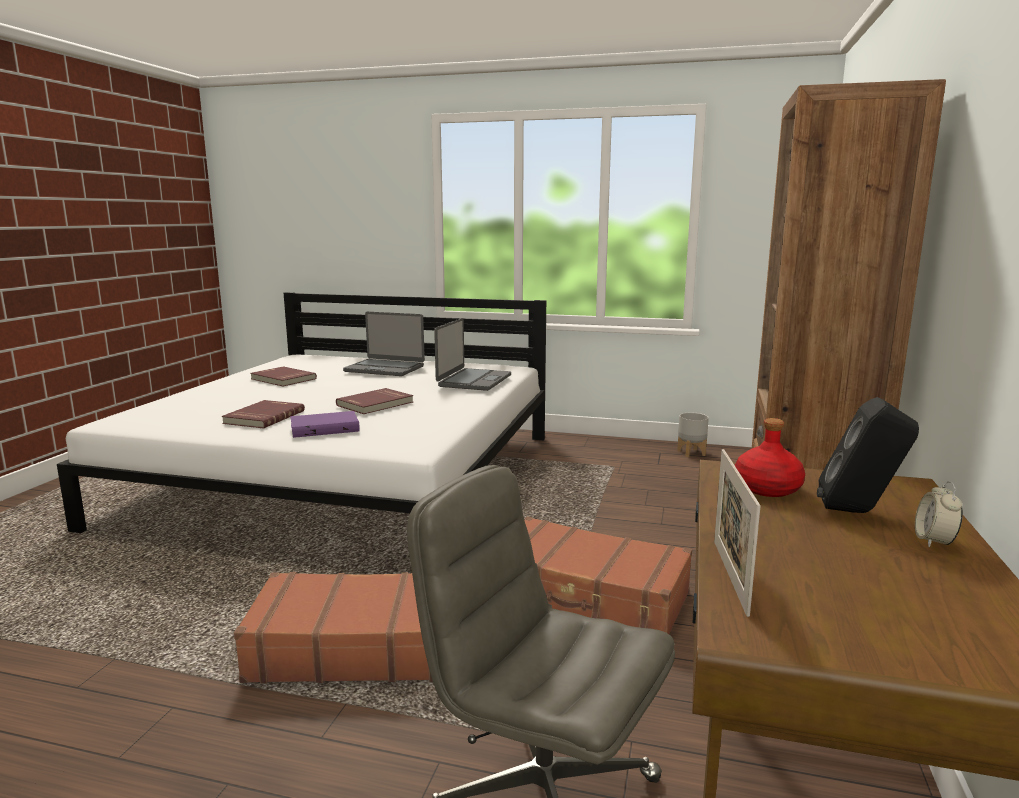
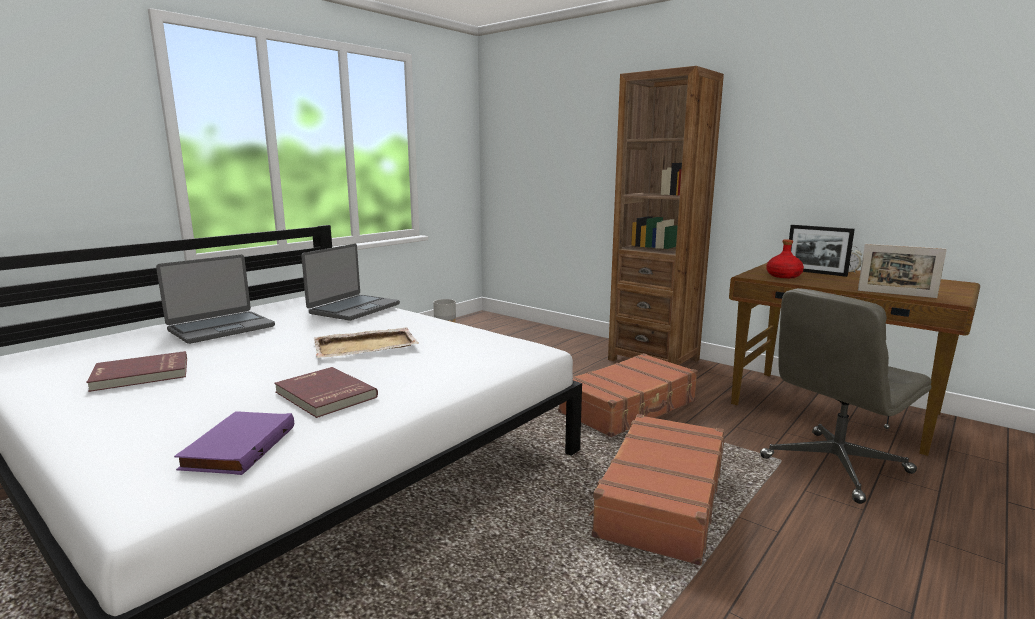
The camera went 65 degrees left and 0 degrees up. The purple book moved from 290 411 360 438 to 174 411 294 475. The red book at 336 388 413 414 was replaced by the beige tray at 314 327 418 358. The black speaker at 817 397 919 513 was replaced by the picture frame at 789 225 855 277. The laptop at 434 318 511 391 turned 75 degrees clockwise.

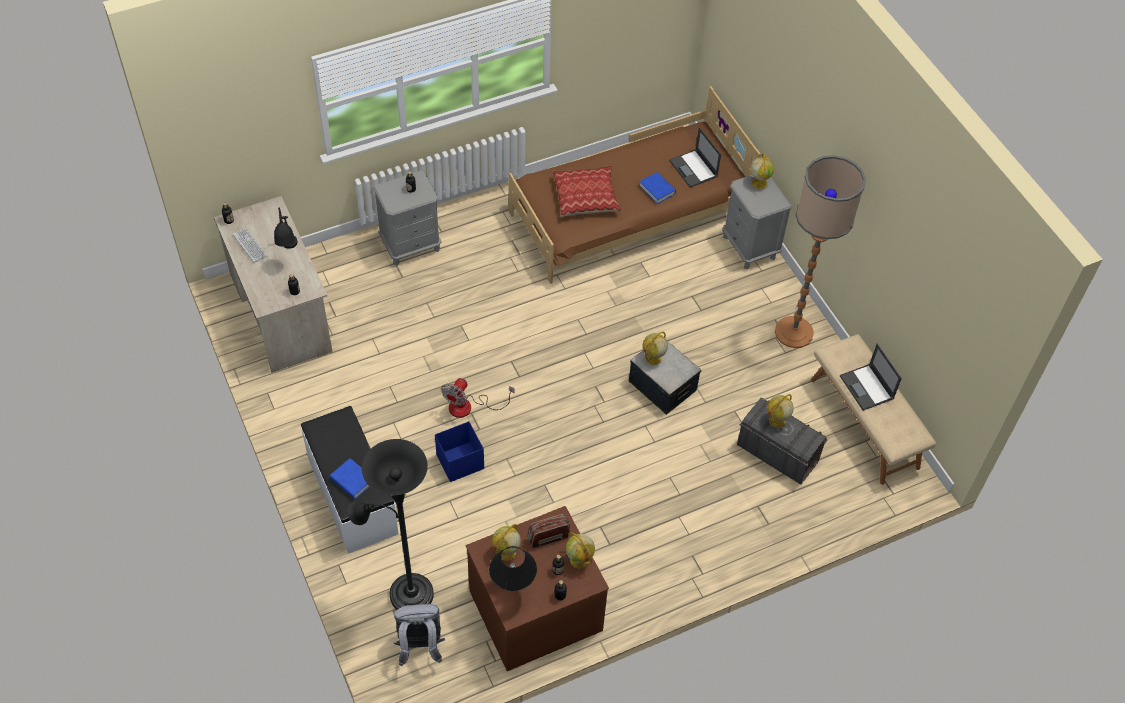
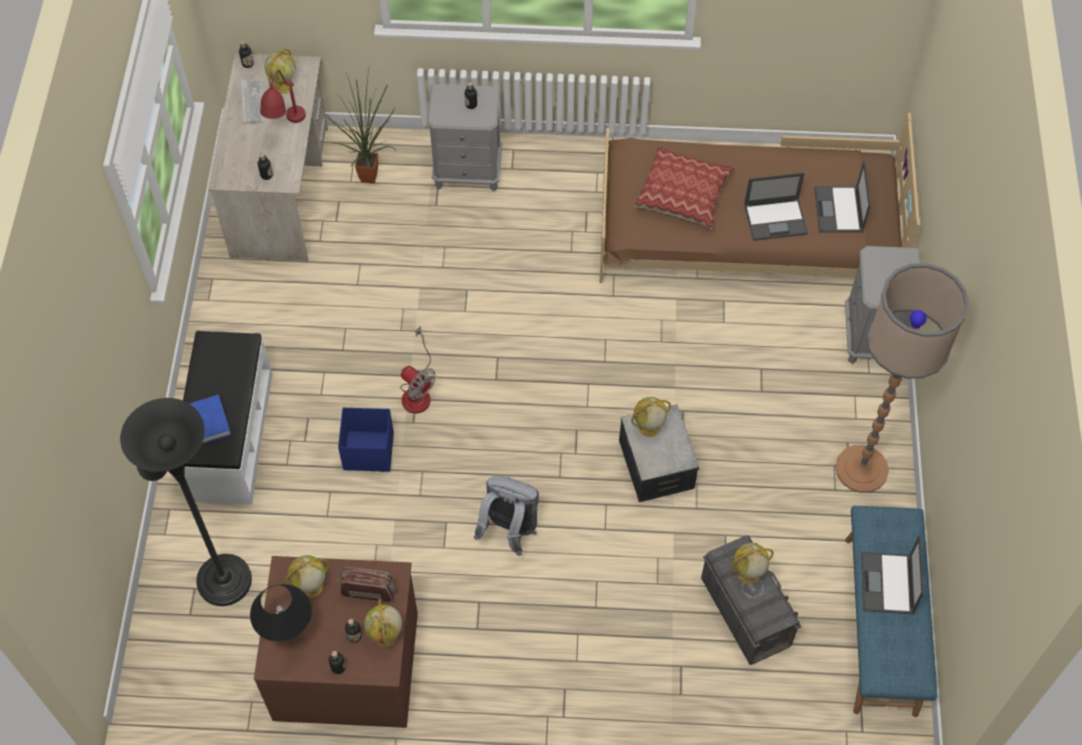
The camera went 30 degrees right and 5 degrees up. The potted plant at 326 70 396 184 appeared. The grey backpack moved from 394 604 445 666 to 474 476 539 556. The globe moved from 750 153 775 189 to 264 49 296 94. The blue book at 639 172 676 204 was replaced by the laptop at 744 172 808 241. The black table lamp at 274 207 297 249 became the red table lamp at 260 70 306 123. The beige bench at 811 334 936 485 became the blue bench at 845 506 938 717. The fan at 441 378 514 418 turned 105 degrees counterclockwise.

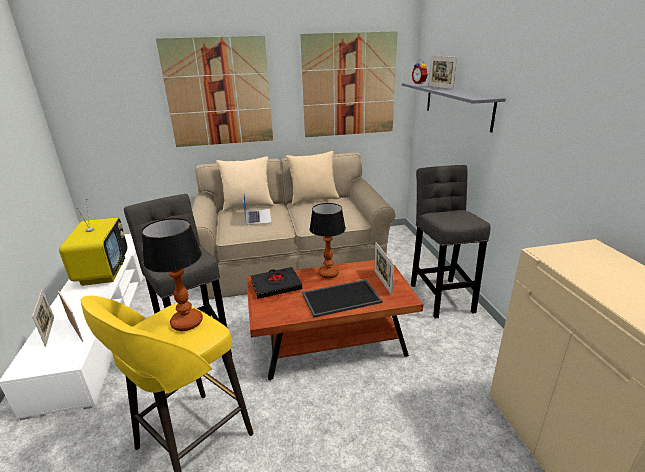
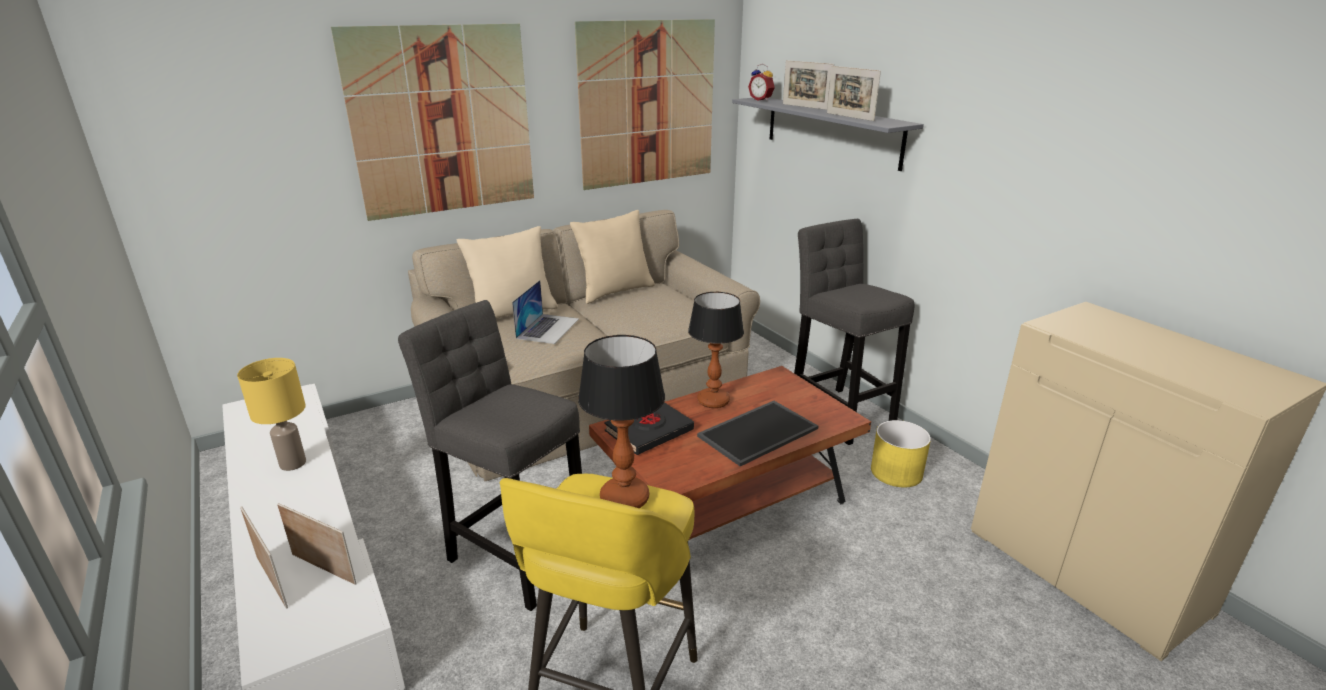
The camera went 20 degrees left and 0 degrees up. The yellow planter at 871 420 931 487 appeared. The picture frame moved from 374 242 394 295 to 827 66 881 121. The television at 59 199 127 286 was replaced by the yellow table lamp at 237 358 306 471. The laptop at 243 195 271 225 turned 45 degrees clockwise.

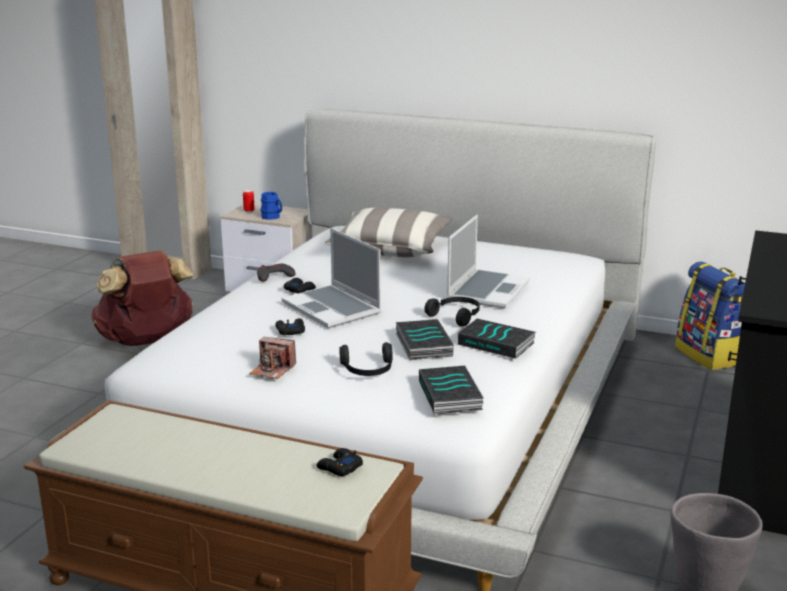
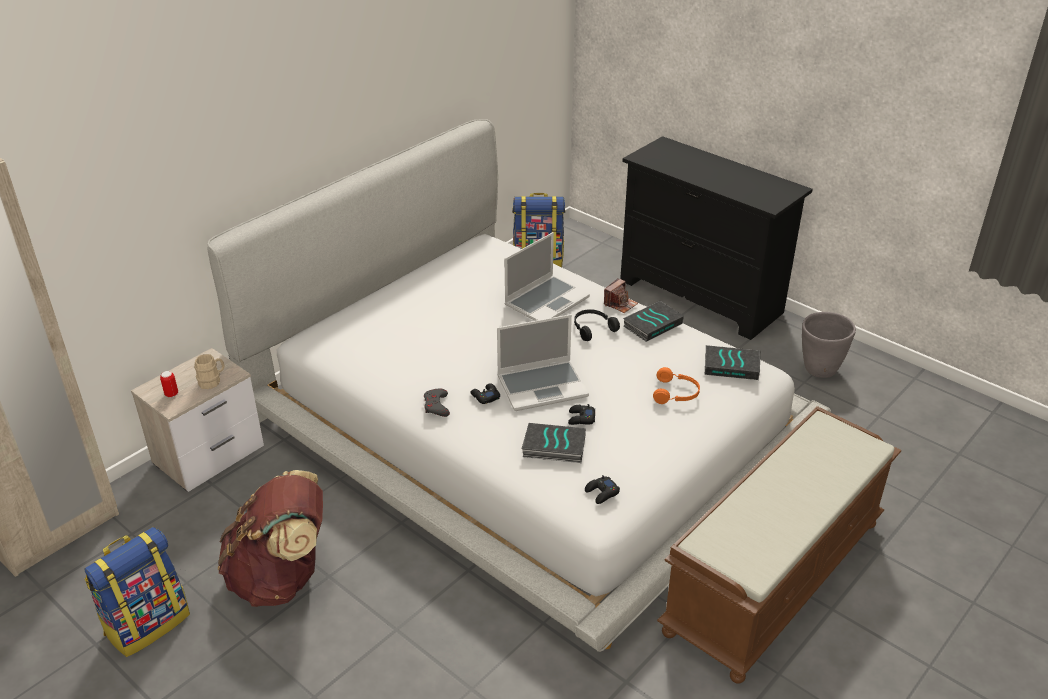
The camera went 70 degrees left and 15 degrees up. The pillow at 324 208 453 257 disappeared. The backpack at 84 527 190 657 appeared. The photo camera moved from 249 337 296 379 to 604 279 638 313. The black game controller moved from 316 448 363 476 to 585 475 620 504. The book moved from 396 319 454 360 to 521 423 586 463. The blue mug at 260 192 282 220 became the beige mug at 194 354 224 389. The black headphones at 340 342 393 376 became the orange headphones at 653 367 700 404. The laptop at 447 215 530 309 turned 90 degrees clockwise.

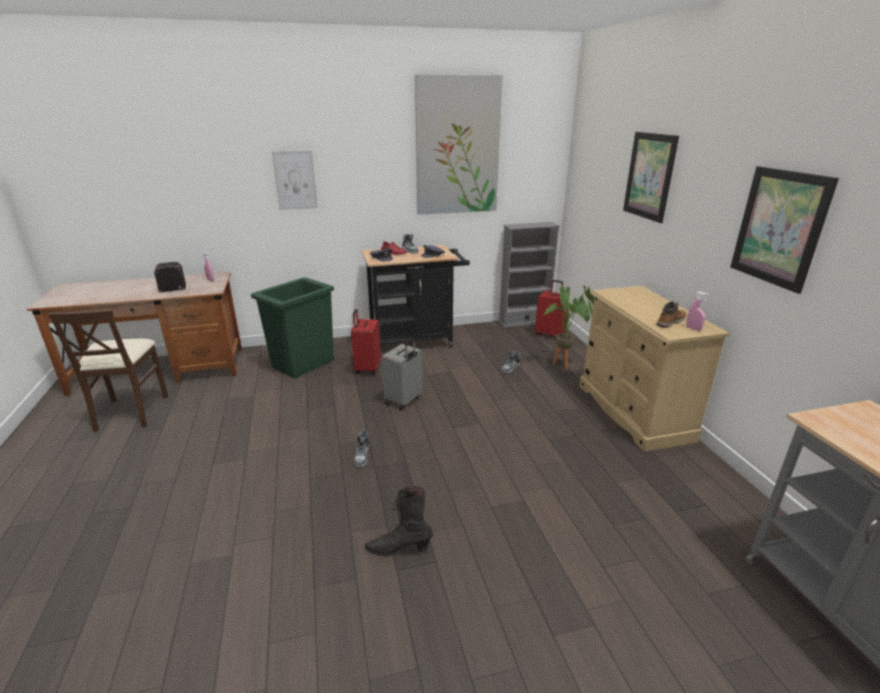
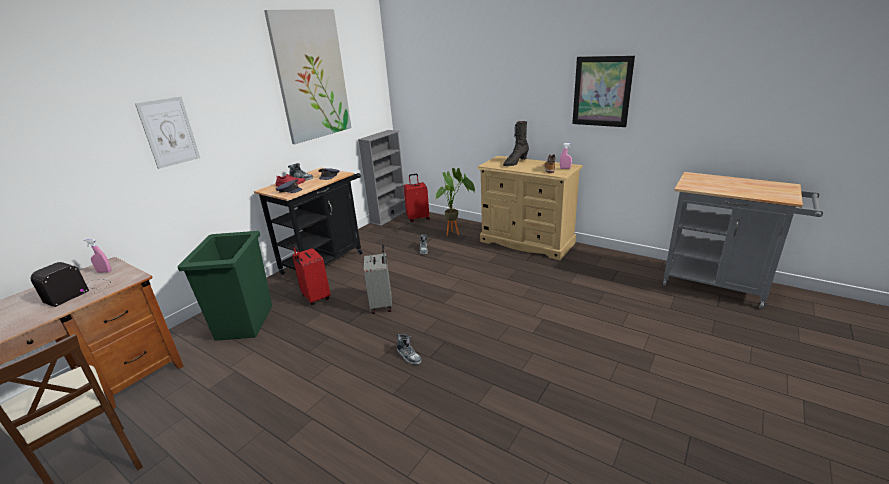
The camera went 40 degrees left and 0 degrees up. The picture at 623 132 679 223 disappeared. The black boot moved from 365 486 433 557 to 503 121 529 166.

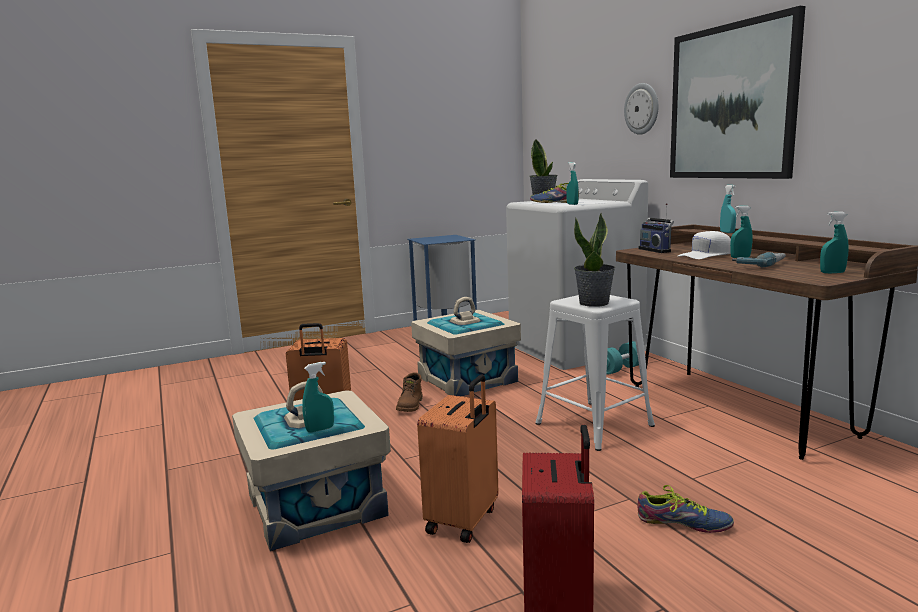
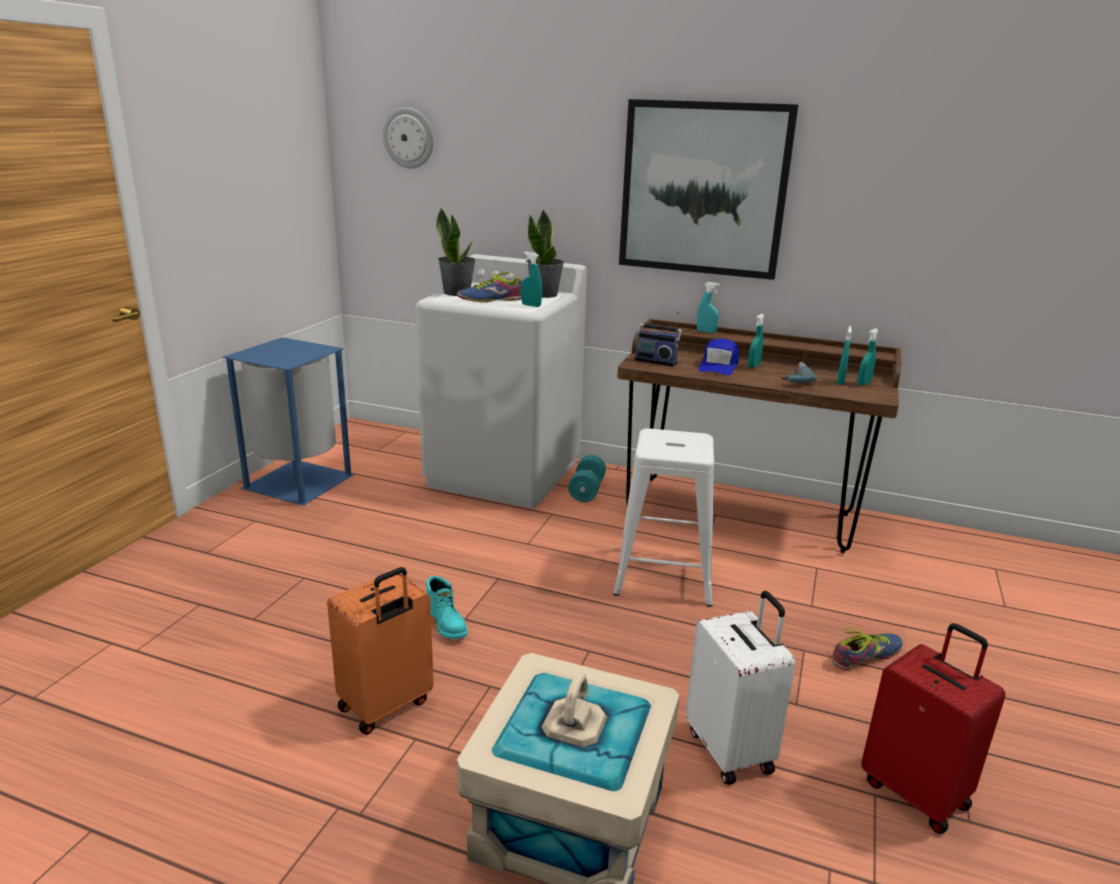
The camera went 45 degrees left and 10 degrees up. The beige storage box at 411 297 521 396 disappeared. The turquoise spray bottle moved from 302 362 334 433 to 837 326 852 385. The potted plant moved from 574 213 615 307 to 527 209 564 298. The wall clock moved from 624 83 659 135 to 383 107 434 169. The brown boot at 396 373 422 412 became the turquoise boot at 426 576 468 639. The orange suitcase at 417 375 498 543 became the white suitcase at 686 591 795 785. The white cap at 678 231 731 259 became the blue cap at 698 339 739 375.

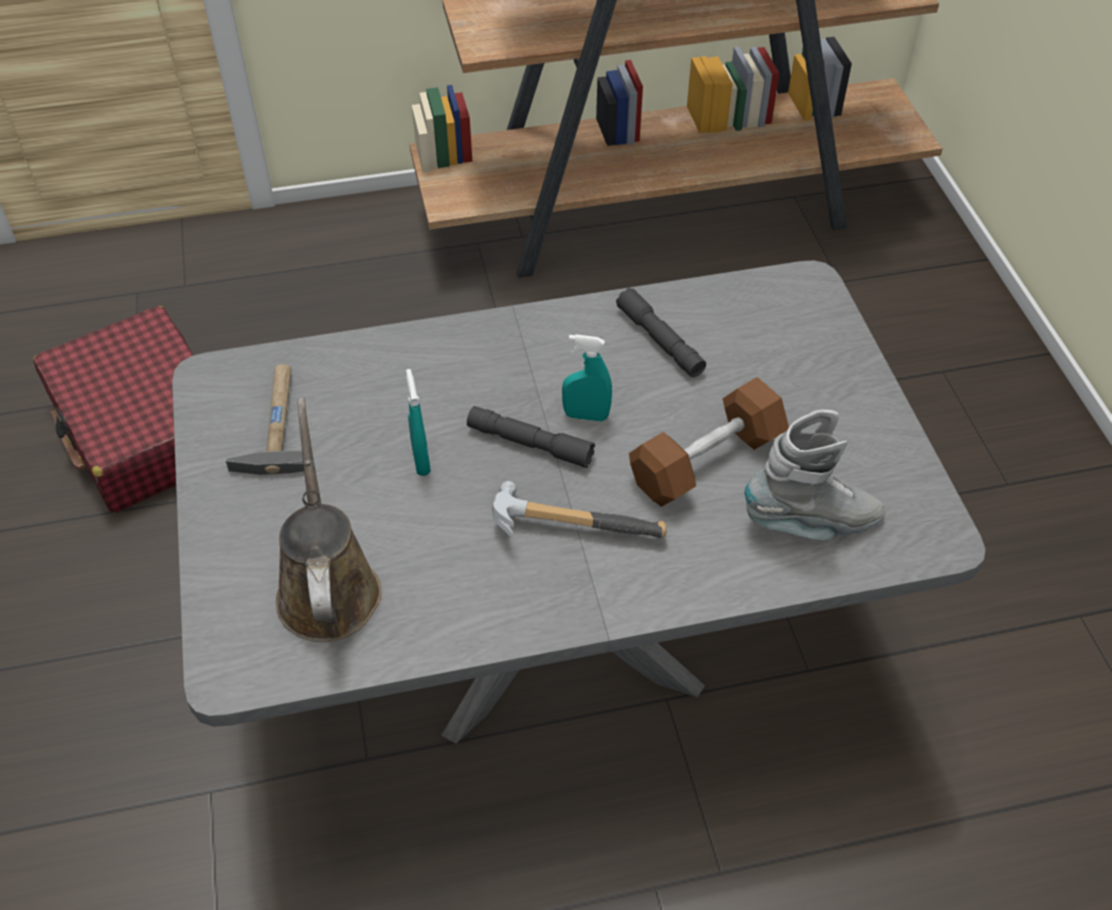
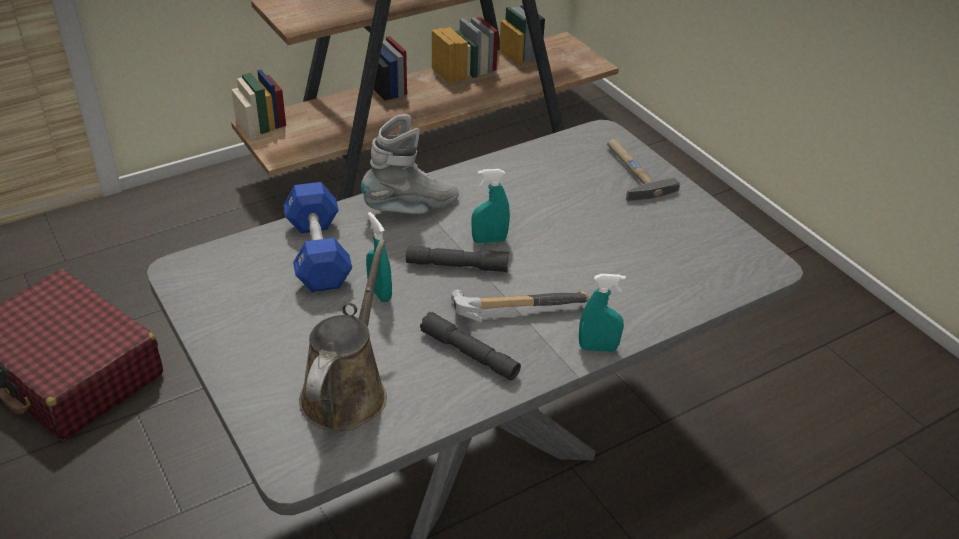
The camera went 20 degrees left and 10 degrees down. The brown dumbbell at 629 377 789 507 disappeared. The blue dumbbell at 283 182 352 292 appeared. The turquoise spray bottle at 579 274 626 352 appeared. The hammer moved from 225 364 304 475 to 607 139 680 201. The grey flashlight moved from 616 288 706 377 to 420 312 521 380. The grey boot moved from 745 410 885 540 to 361 114 459 214. The brown watering can at 276 398 382 642 turned 45 degrees clockwise.

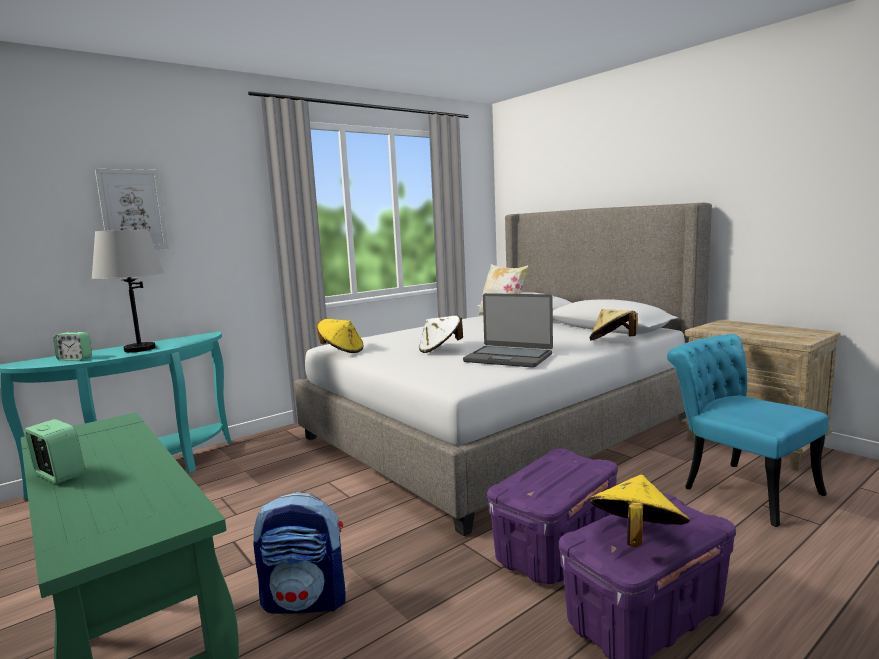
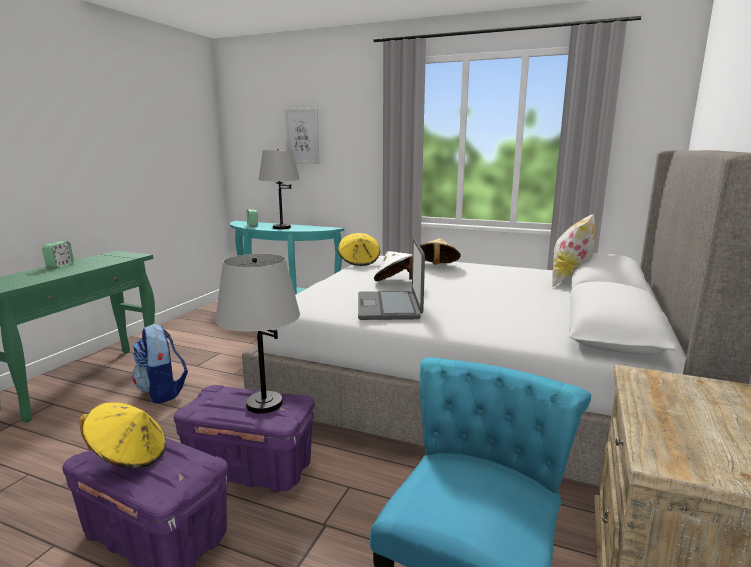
The camera went 60 degrees right and 5 degrees up. The grey table lamp at 215 254 300 414 appeared. The beige hat moved from 589 309 638 341 to 420 238 461 265.

